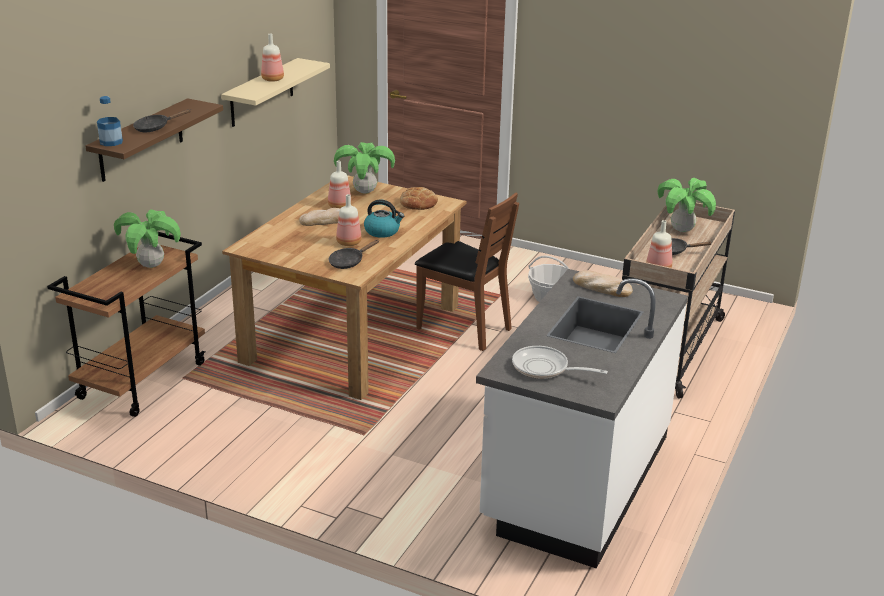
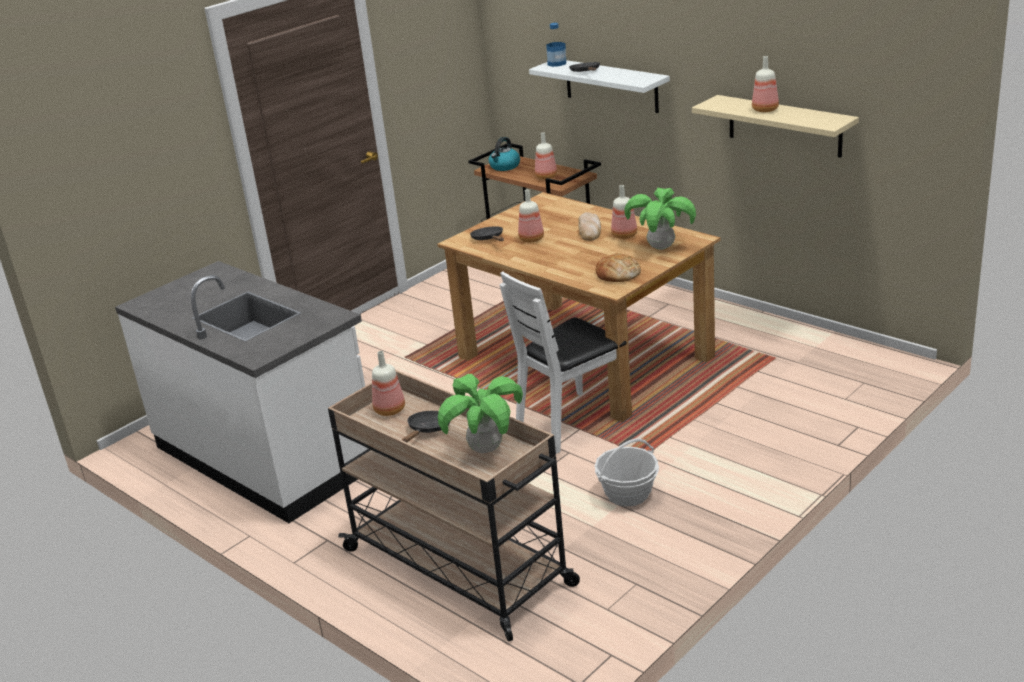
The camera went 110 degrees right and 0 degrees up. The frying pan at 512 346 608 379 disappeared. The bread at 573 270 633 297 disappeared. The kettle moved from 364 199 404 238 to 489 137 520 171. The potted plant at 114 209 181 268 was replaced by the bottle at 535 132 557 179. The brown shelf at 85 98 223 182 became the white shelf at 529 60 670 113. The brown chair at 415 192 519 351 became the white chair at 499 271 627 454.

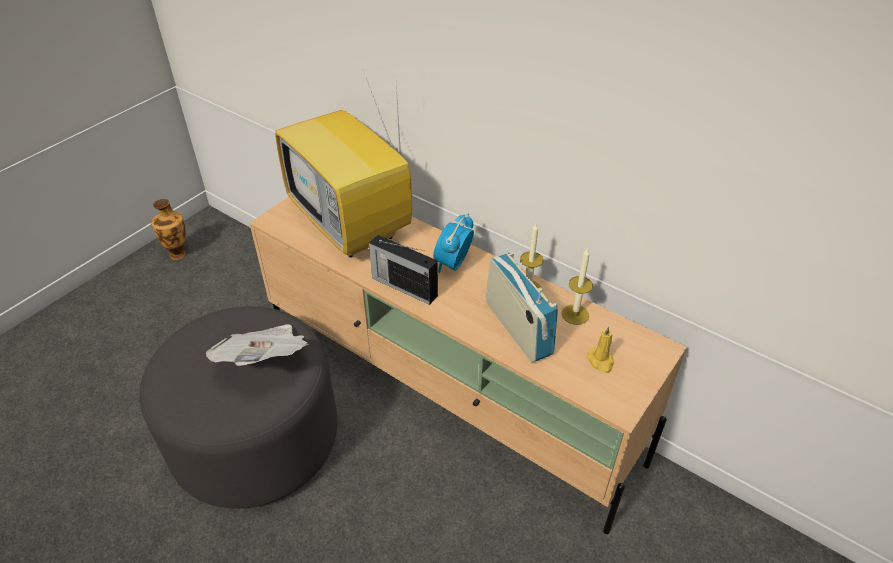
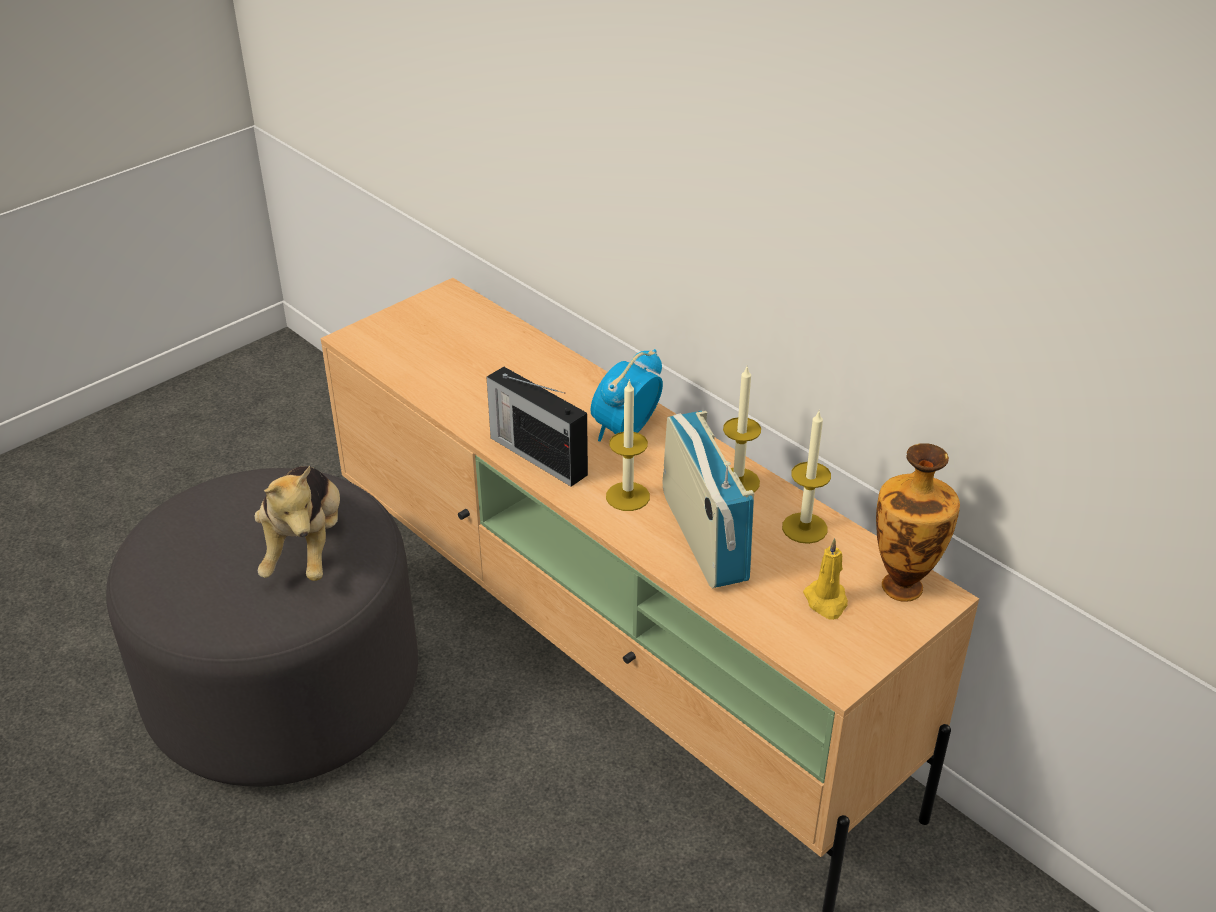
The camera went 10 degrees right and 5 degrees down. The television at 275 70 412 257 disappeared. The candle at 606 379 650 511 appeared. The vase moved from 151 199 186 260 to 876 443 960 602. The newspaper at 206 324 308 366 was replaced by the plush toy at 255 466 340 581.

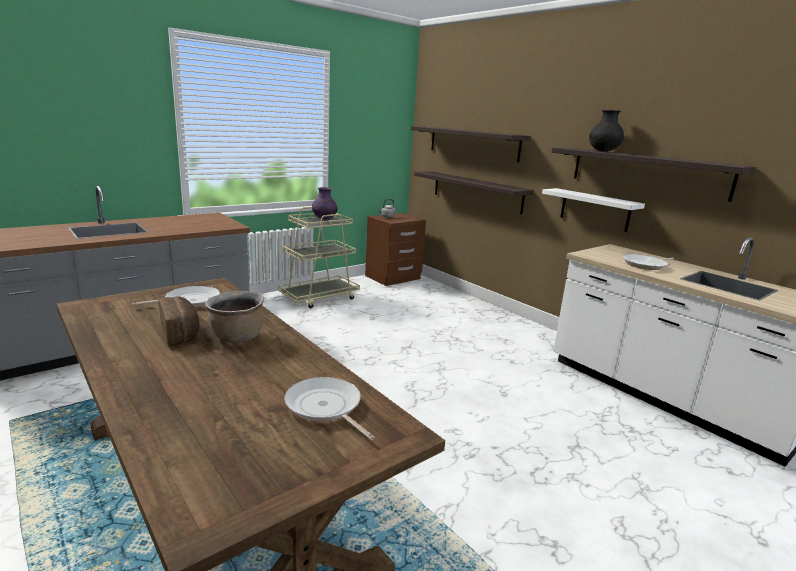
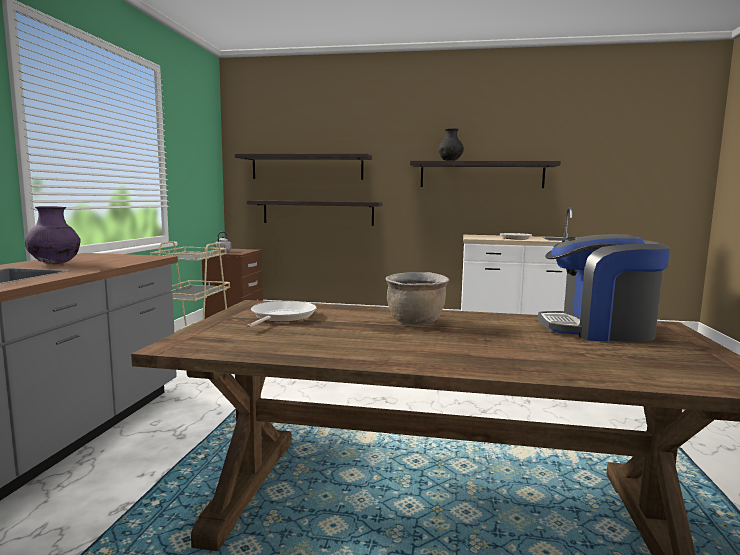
The camera went 40 degrees left and 10 degrees down. The bread at 159 296 199 346 disappeared. The white shelf at 542 188 645 232 disappeared. The purple vase moved from 312 187 338 220 to 25 206 81 264. The frying pan at 285 377 374 440 was replaced by the coffee machine at 538 234 670 342.

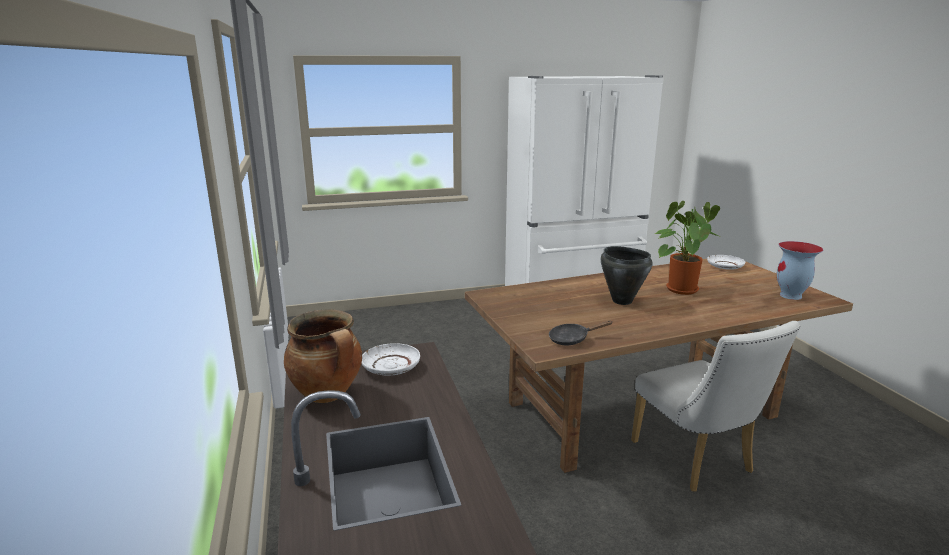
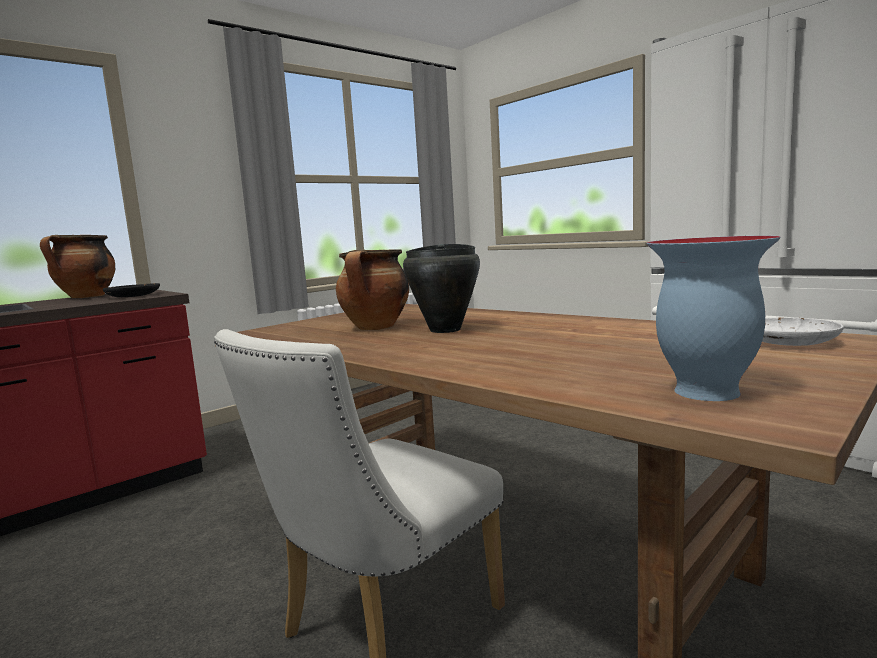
The camera went 65 degrees right and 10 degrees down. The black frying pan at 549 320 613 345 disappeared. The potted plant at 655 201 720 295 disappeared. The cooking pot at 336 249 409 330 appeared. The white plate at 362 343 420 376 became the black plate at 103 283 160 297.

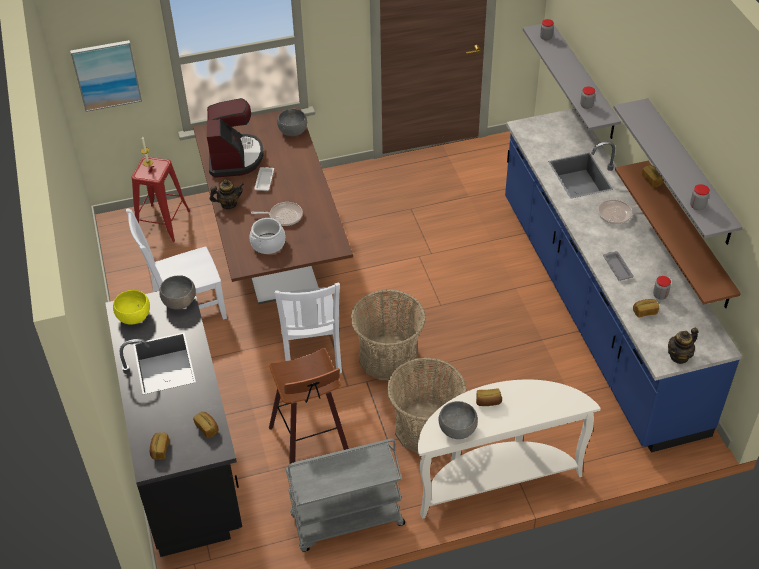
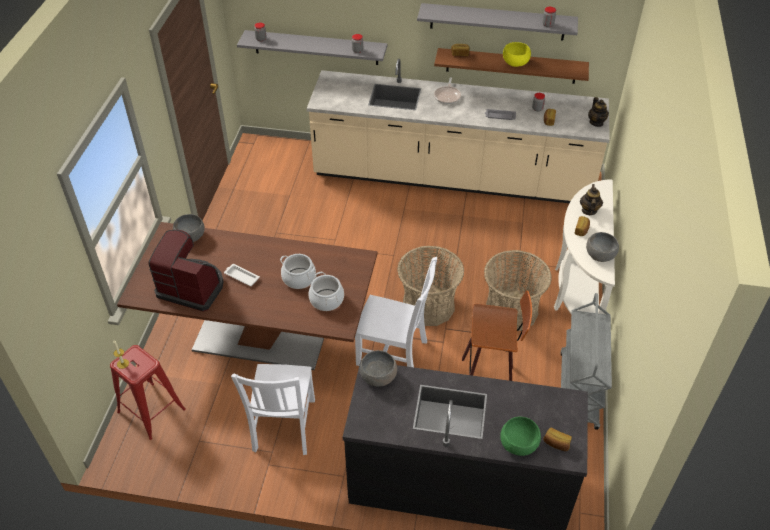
The camera went 65 degrees left and 0 degrees up. The picture at 70 40 142 112 disappeared. The bread at 193 412 219 438 disappeared. The green bowl at 500 417 541 456 appeared. The yellow bowl moved from 113 290 150 325 to 503 42 531 67. The teapot moved from 210 179 244 209 to 580 184 603 215. The frying pan at 251 202 303 226 was replaced by the cooking pot at 280 254 316 289. The blue counter at 505 109 742 453 became the beige counter at 307 59 610 203.

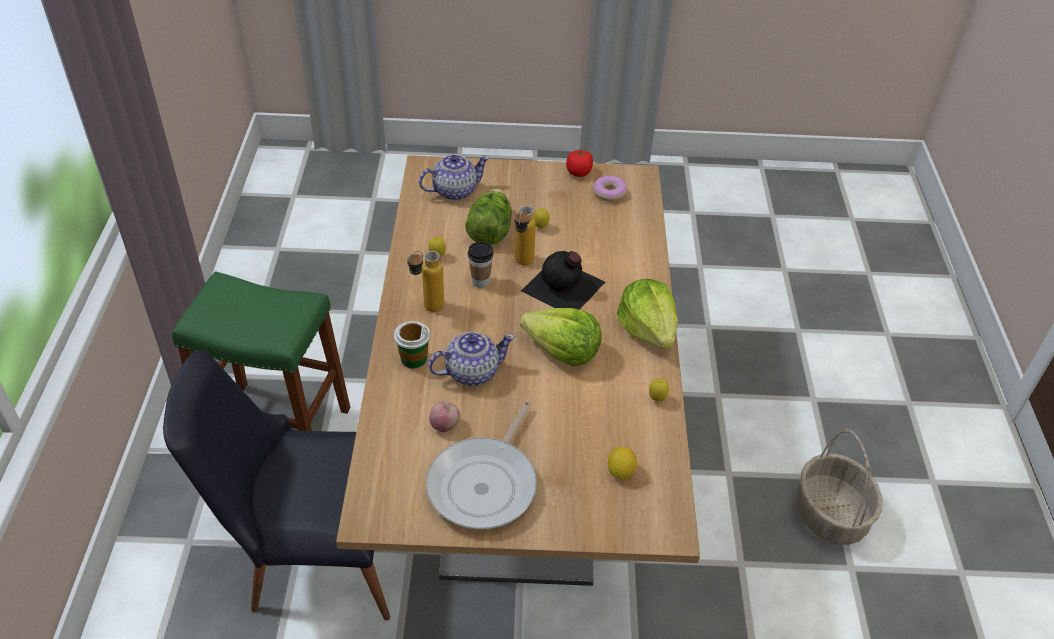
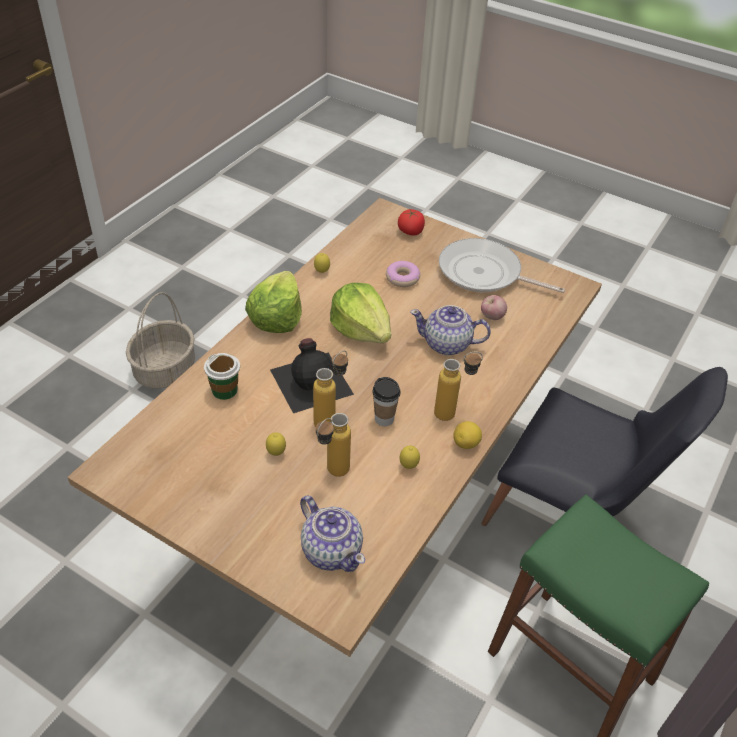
The camera went 150 degrees left and 0 degrees up. The cup moved from 394 321 430 368 to 204 353 240 400. The tomato moved from 566 150 593 177 to 398 209 425 235. The donut moved from 593 176 627 201 to 386 261 421 287. The lemon moved from 608 447 637 480 to 453 421 482 449. The lettuce at 465 188 512 245 was replaced by the bottle at 316 413 351 477. The teapot at 419 154 490 201 turned 135 degrees counterclockwise. The frying pan at 426 401 537 529 turned 120 degrees counterclockwise.

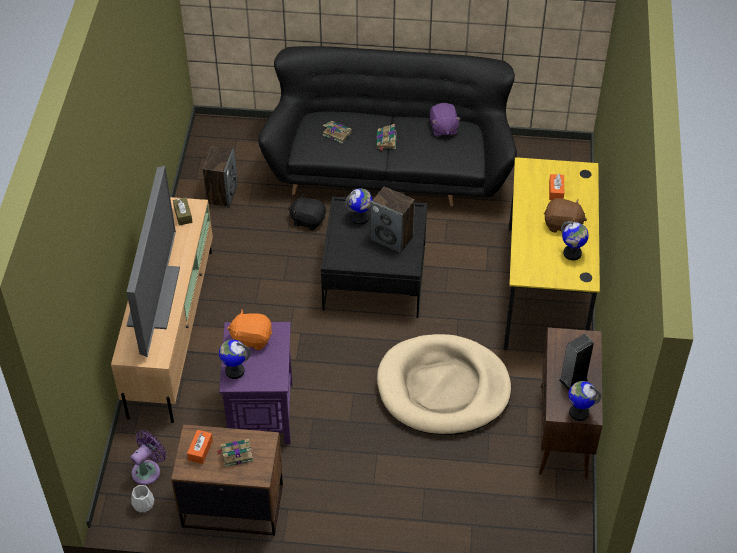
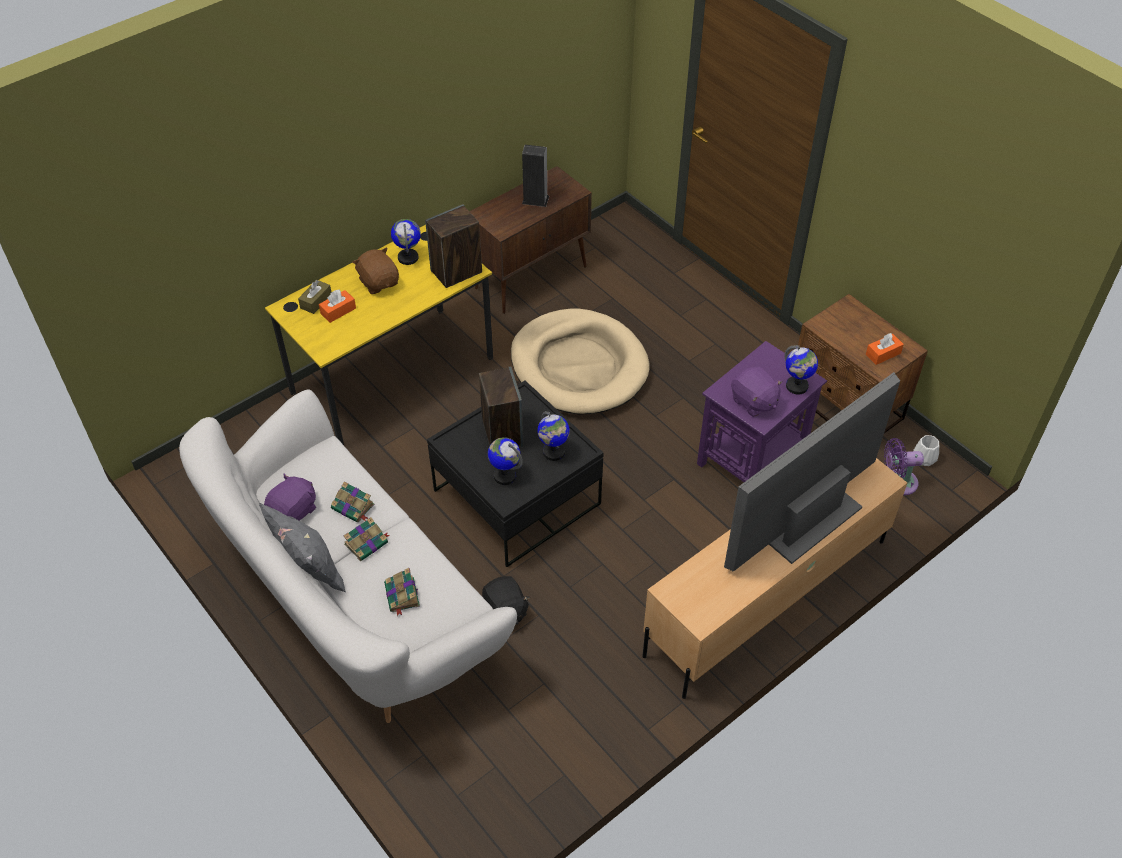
The camera went 135 degrees left and 0 degrees up. The grey pillow at 259 503 346 592 appeared. The brown tissue box moved from 173 197 193 226 to 298 280 332 314. The speaker moved from 203 146 238 208 to 425 204 482 288. The book moved from 217 439 253 467 to 331 481 374 523. The globe moved from 568 381 601 421 to 537 411 570 461. The orange plush toy at 227 310 272 350 became the purple plush toy at 731 367 783 417. The black sofa at 258 46 517 206 became the white sofa at 179 390 517 723.

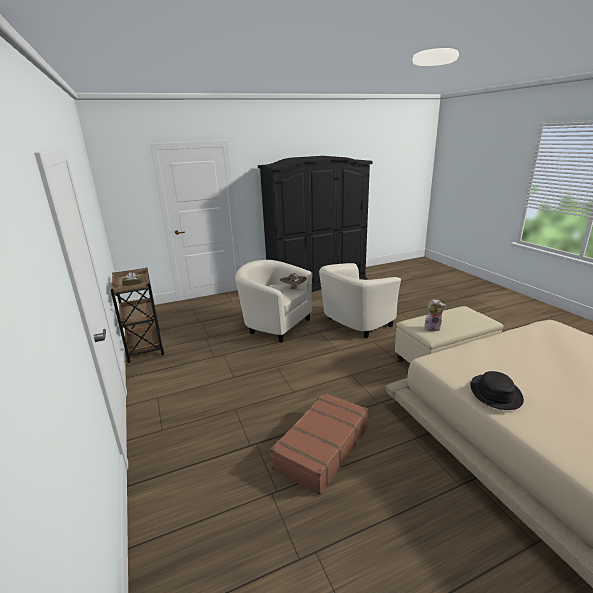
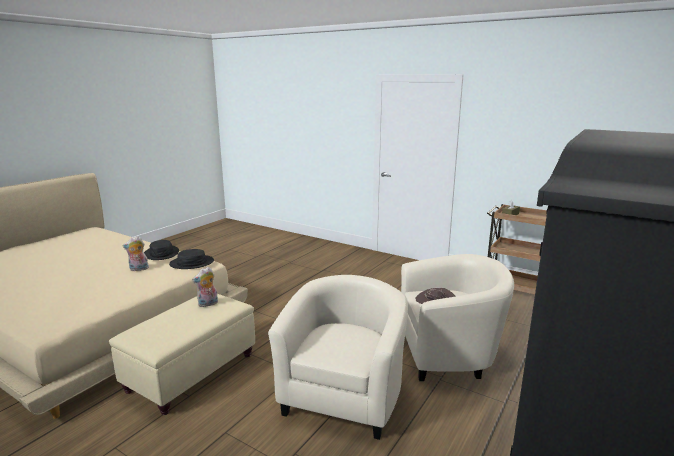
The camera went 145 degrees right and 5 degrees down. The brown suitcase at 271 392 368 495 disappeared. The plush toy at 122 236 149 271 appeared. The black hat at 169 249 214 269 appeared.

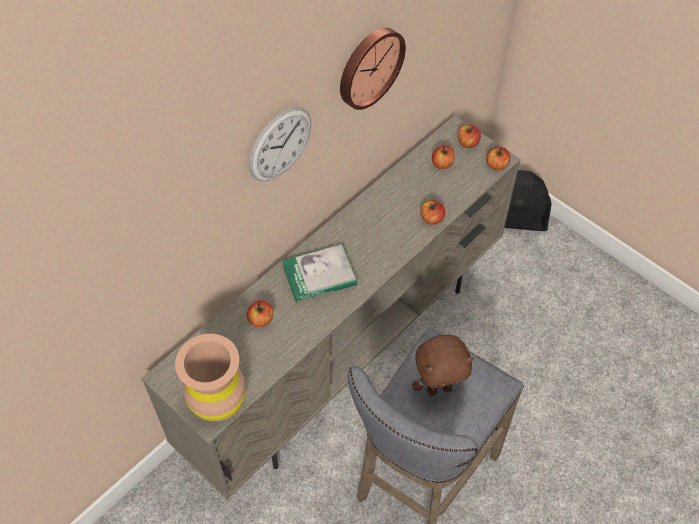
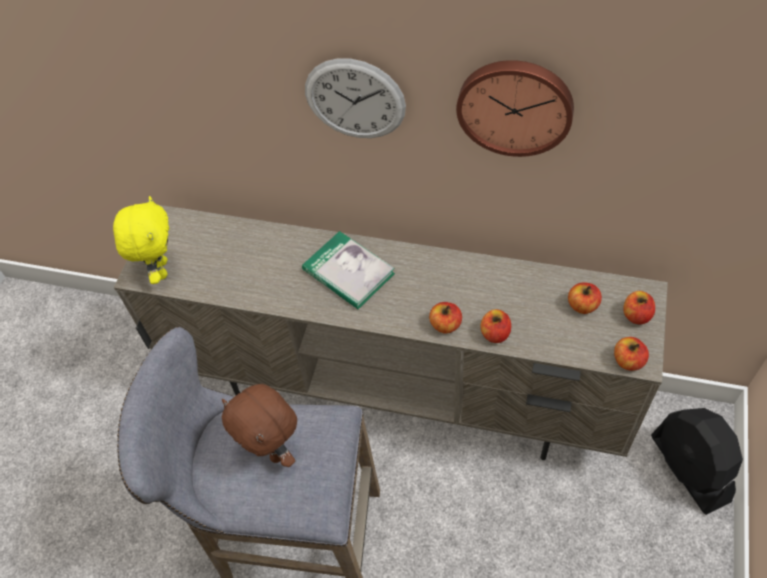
The camera went 65 degrees right and 0 degrees up. The apple moved from 247 300 273 327 to 429 302 462 334. The brown vase at 175 334 246 422 was replaced by the yellow plush toy at 113 196 169 284.

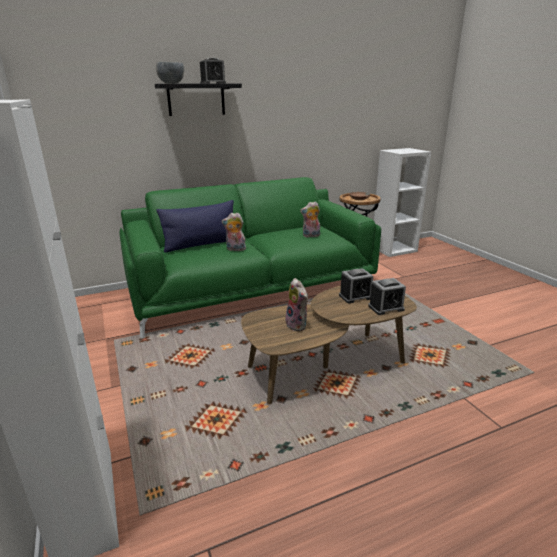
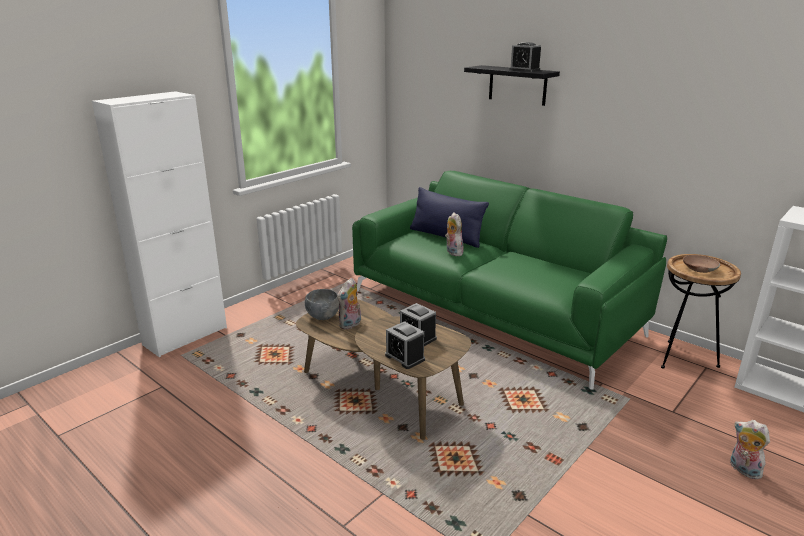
The camera went 65 degrees right and 0 degrees up. The grey bowl moved from 156 62 184 84 to 305 289 339 320. The plush toy moved from 300 201 320 237 to 730 420 770 479.

